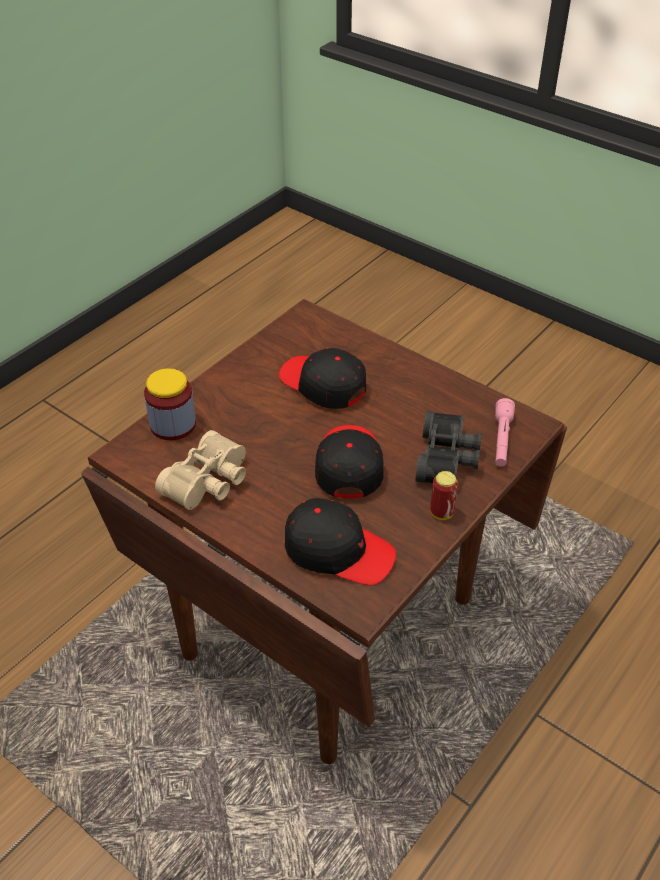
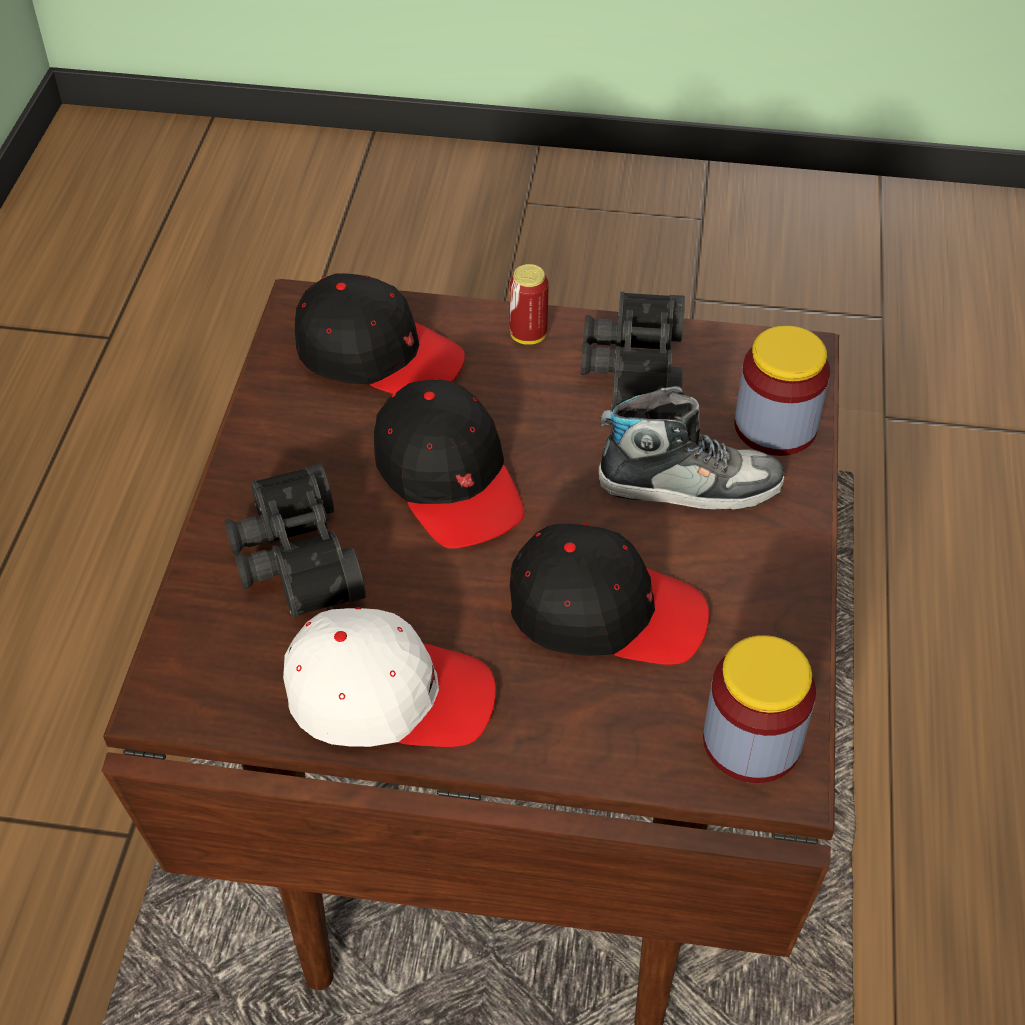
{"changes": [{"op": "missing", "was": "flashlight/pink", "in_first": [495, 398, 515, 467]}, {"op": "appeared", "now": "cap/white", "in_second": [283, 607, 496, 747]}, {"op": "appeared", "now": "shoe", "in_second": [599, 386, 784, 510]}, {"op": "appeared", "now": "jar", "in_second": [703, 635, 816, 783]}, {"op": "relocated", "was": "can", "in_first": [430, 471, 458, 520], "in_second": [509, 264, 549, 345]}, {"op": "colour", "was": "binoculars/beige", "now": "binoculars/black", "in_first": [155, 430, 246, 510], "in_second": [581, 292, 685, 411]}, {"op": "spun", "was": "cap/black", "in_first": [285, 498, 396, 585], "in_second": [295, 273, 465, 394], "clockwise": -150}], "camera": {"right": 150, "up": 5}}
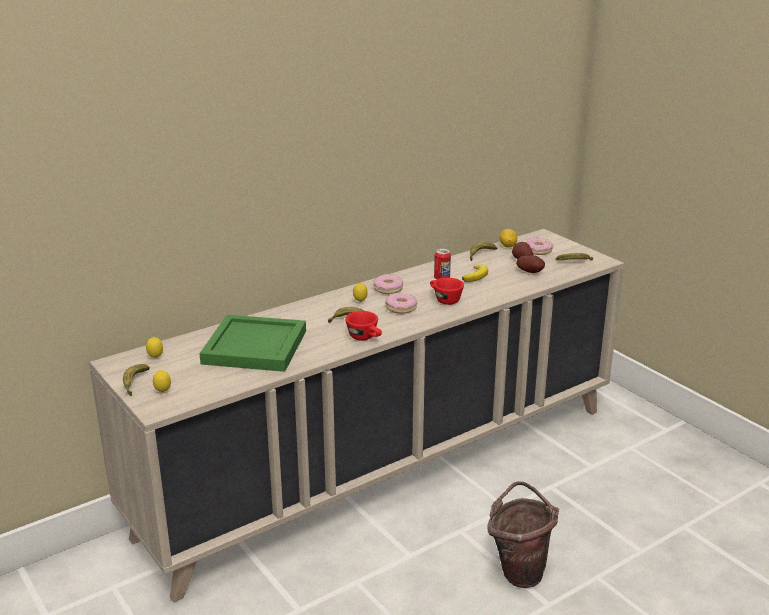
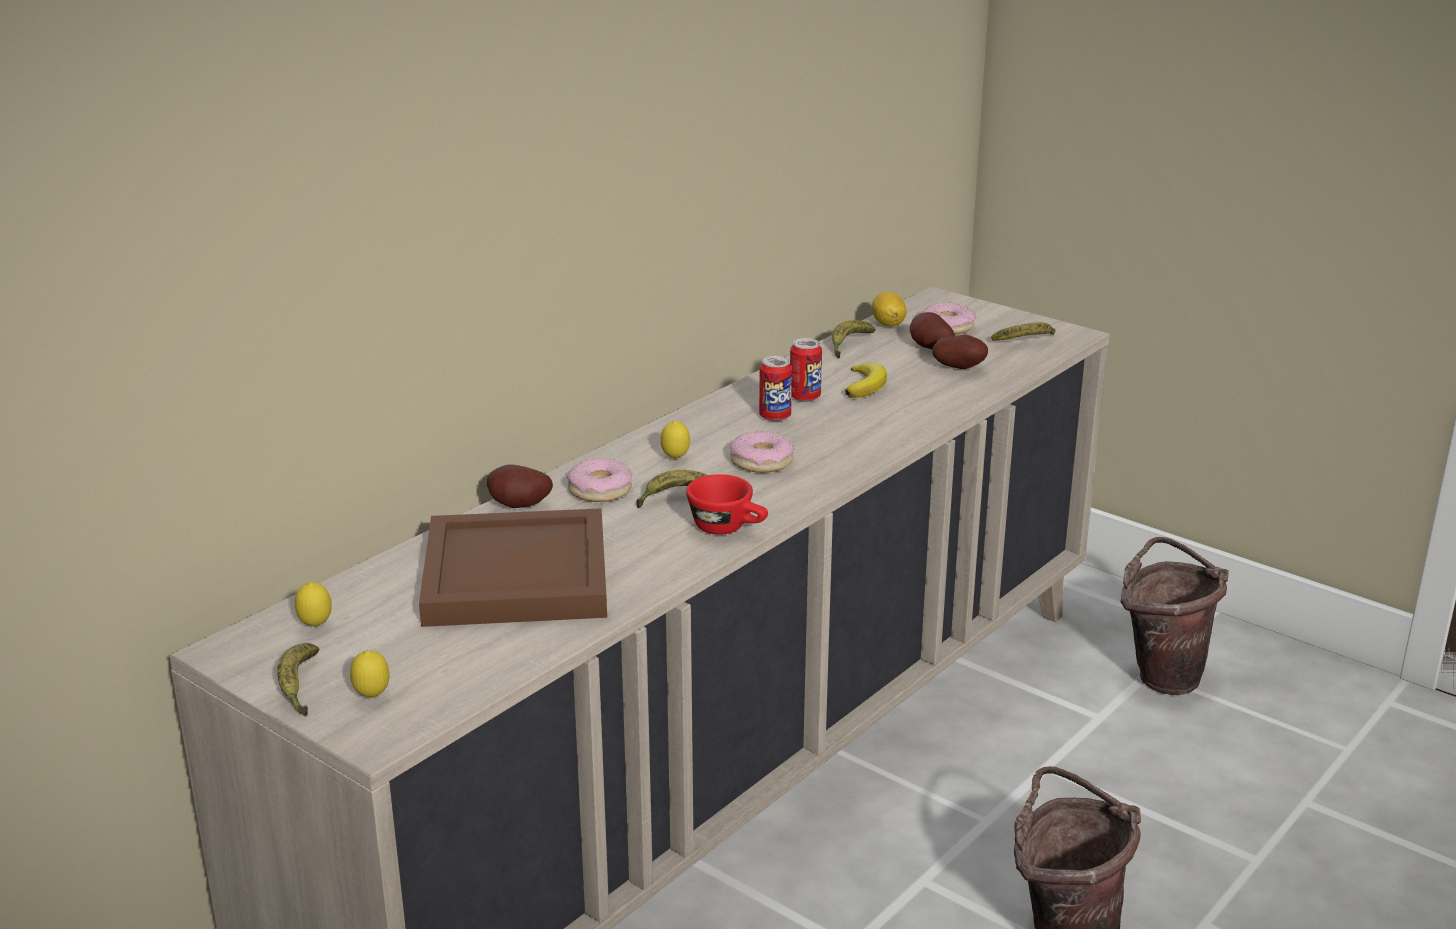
{"changes": [{"op": "missing", "was": "cup/red", "in_first": [430, 278, 464, 305]}, {"op": "appeared", "now": "potato", "in_second": [487, 464, 553, 508]}, {"op": "appeared", "now": "can", "in_second": [759, 356, 792, 421]}, {"op": "appeared", "now": "bucket/brown", "in_second": [1121, 537, 1229, 695]}, {"op": "relocated", "was": "donut", "in_first": [373, 274, 403, 294], "in_second": [567, 458, 632, 502]}, {"op": "colour", "was": "tray/green", "now": "tray/brown", "in_first": [199, 315, 306, 372], "in_second": [419, 508, 607, 627]}], "camera": {"right": -15, "up": 0}}
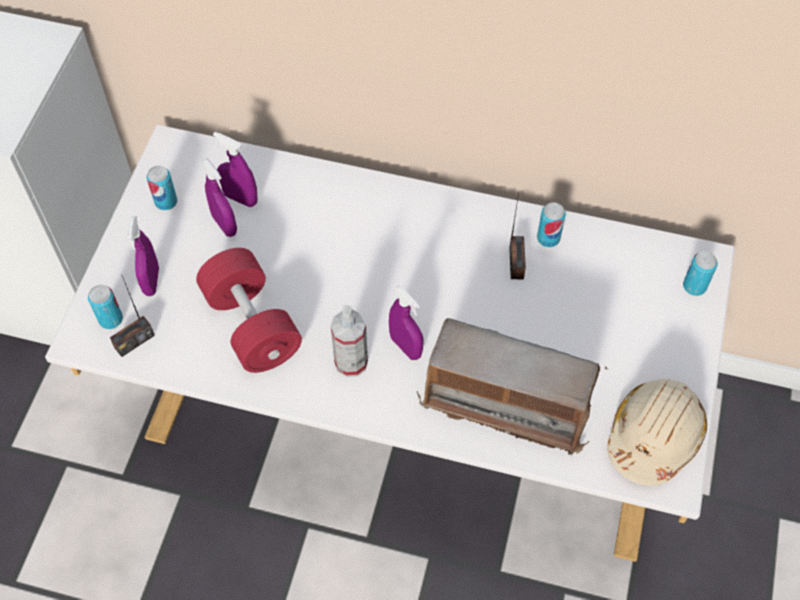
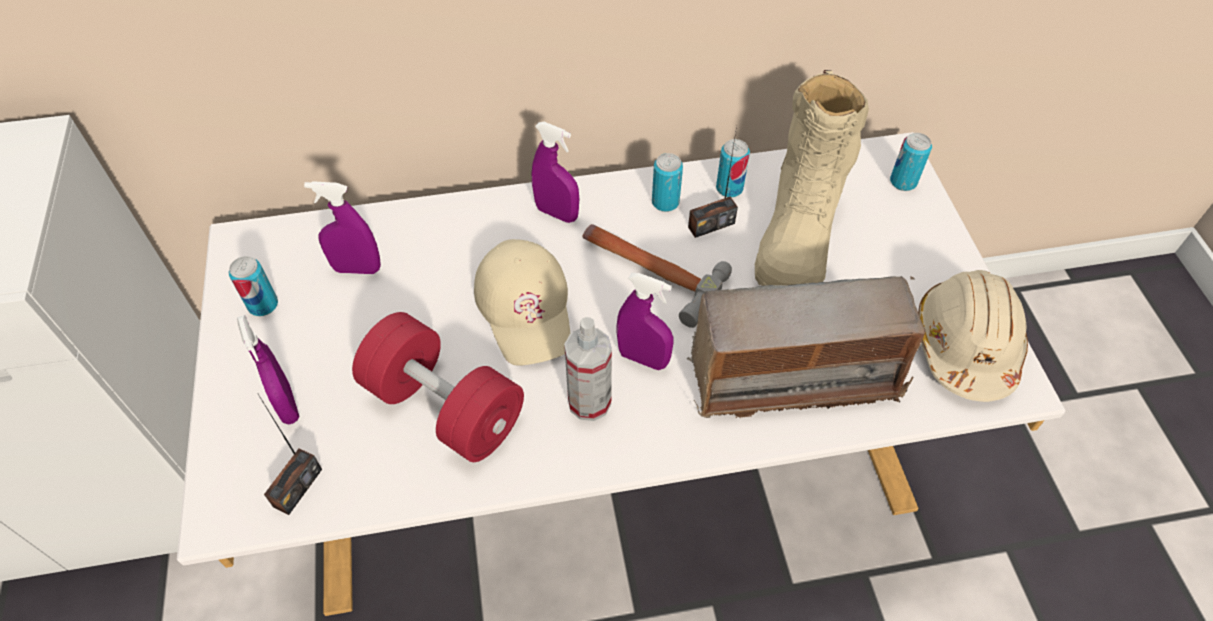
{"changes": [{"op": "appeared", "now": "cap/beige", "in_second": [474, 239, 570, 366]}, {"op": "appeared", "now": "hammer", "in_second": [582, 224, 732, 328]}, {"op": "appeared", "now": "boot/beige", "in_second": [755, 70, 869, 286]}, {"op": "relocated", "was": "can", "in_first": [88, 285, 123, 329], "in_second": [652, 153, 683, 212]}, {"op": "relocated", "was": "spray bottle/purple", "in_first": [203, 159, 237, 237], "in_second": [532, 122, 579, 223]}, {"op": "spun", "was": "radio", "in_first": [509, 193, 526, 279], "in_second": [688, 126, 738, 238], "clockwise": 90}], "camera": {"right": -25, "up": -5}}
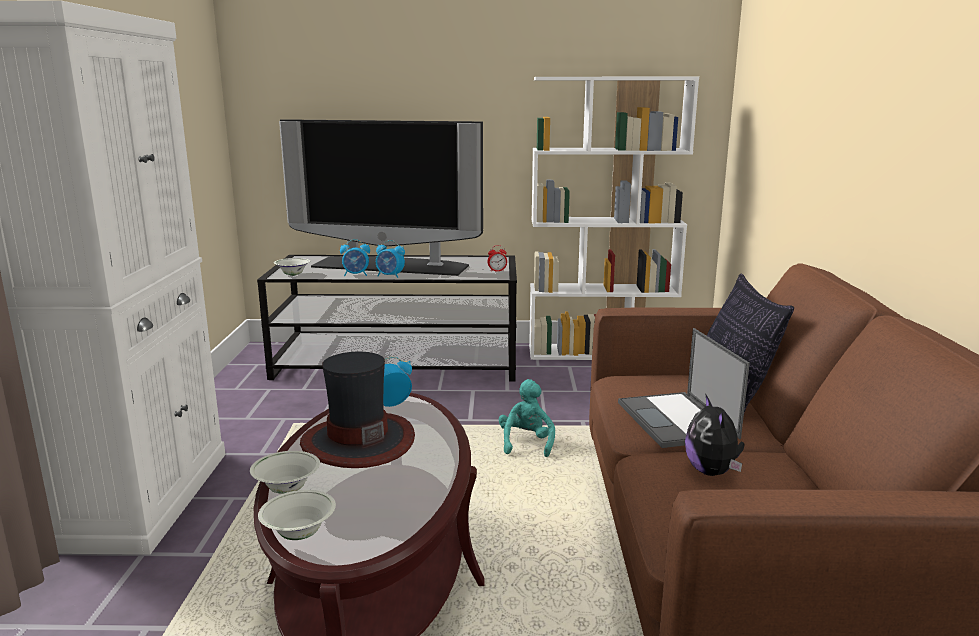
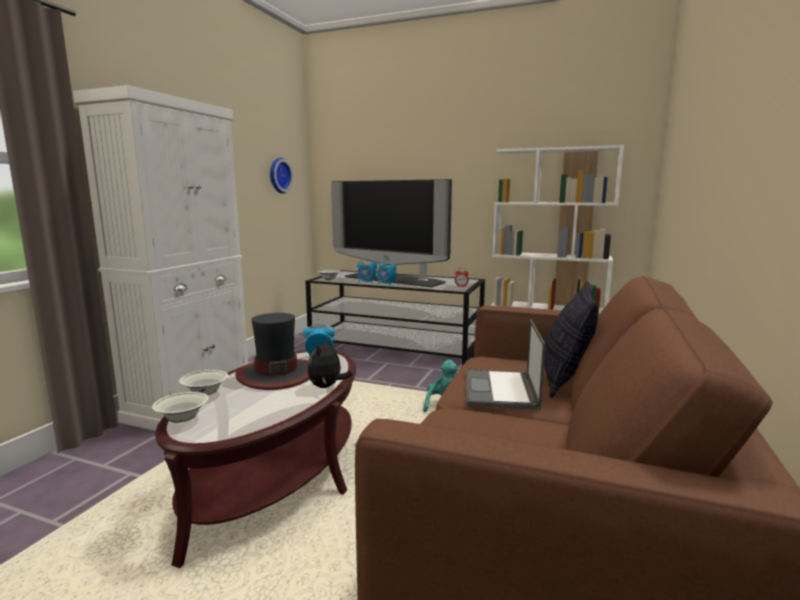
{"changes": [{"op": "appeared", "now": "wall clock", "in_second": [270, 158, 293, 194]}, {"op": "relocated", "was": "plush toy", "in_first": [685, 395, 745, 476], "in_second": [308, 337, 352, 388]}], "camera": {"right": 20, "up": -5}}
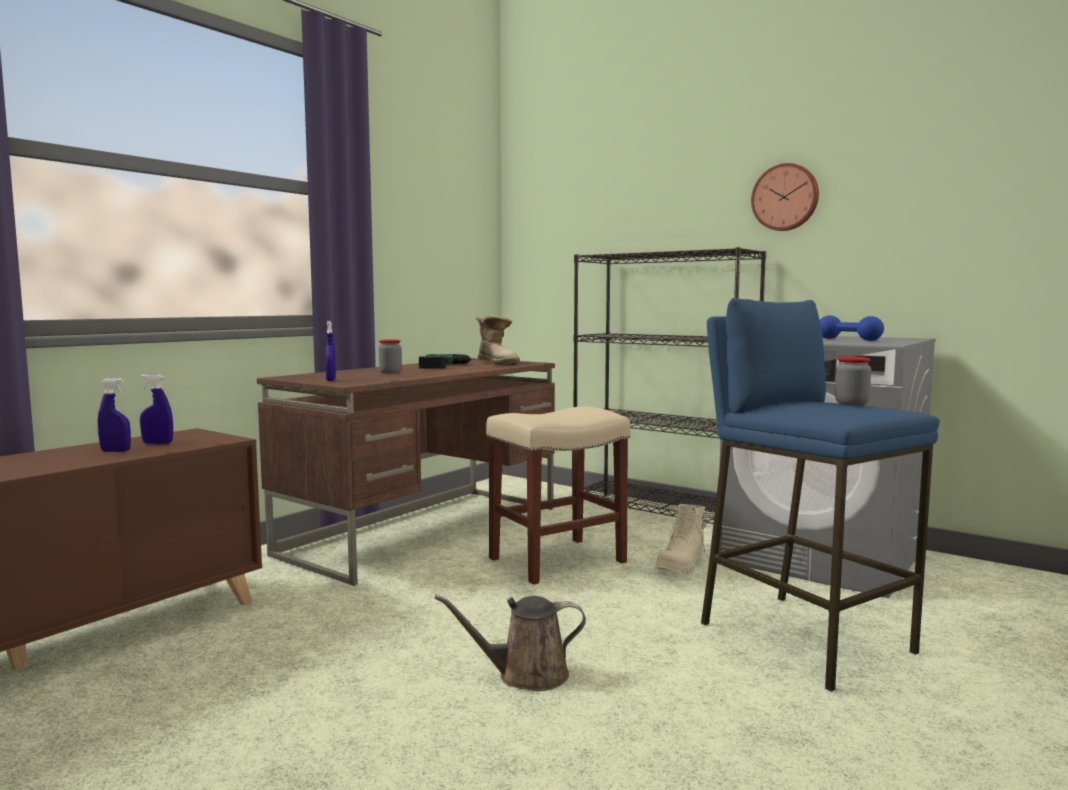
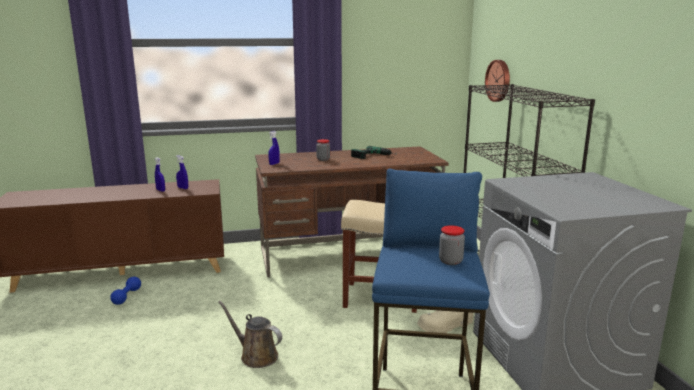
{"changes": [{"op": "missing", "was": "boot", "in_first": [476, 315, 520, 366]}, {"op": "relocated", "was": "wall clock", "in_first": [751, 163, 819, 231], "in_second": [485, 60, 510, 102]}, {"op": "relocated", "was": "dumbbell/blue", "in_first": [820, 315, 884, 341], "in_second": [110, 277, 141, 305]}], "camera": {"right": 40, "up": 10}}
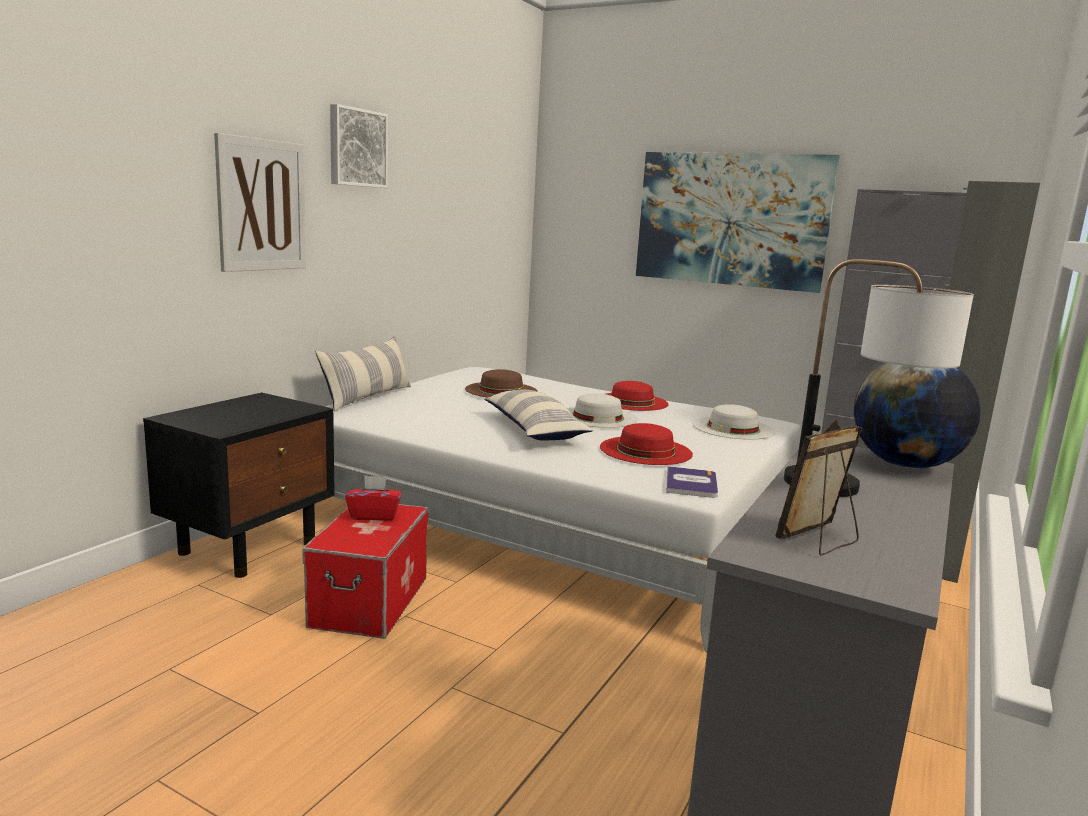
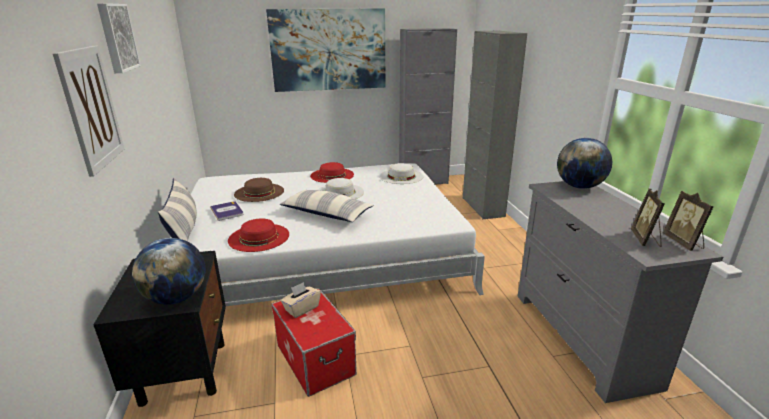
{"changes": [{"op": "missing", "was": "table lamp", "in_first": [784, 259, 974, 497]}, {"op": "appeared", "now": "globe", "in_second": [132, 238, 206, 305]}, {"op": "appeared", "now": "picture frame", "in_second": [663, 191, 714, 251]}, {"op": "relocated", "was": "hat/red", "in_first": [600, 423, 693, 465], "in_second": [228, 219, 289, 252]}, {"op": "relocated", "was": "book", "in_first": [666, 466, 718, 498], "in_second": [210, 201, 244, 221]}, {"op": "colour", "was": "tissue box/red", "now": "tissue box/beige", "in_first": [345, 475, 402, 521], "in_second": [281, 282, 321, 318]}], "camera": {"right": -40, "up": 10}}
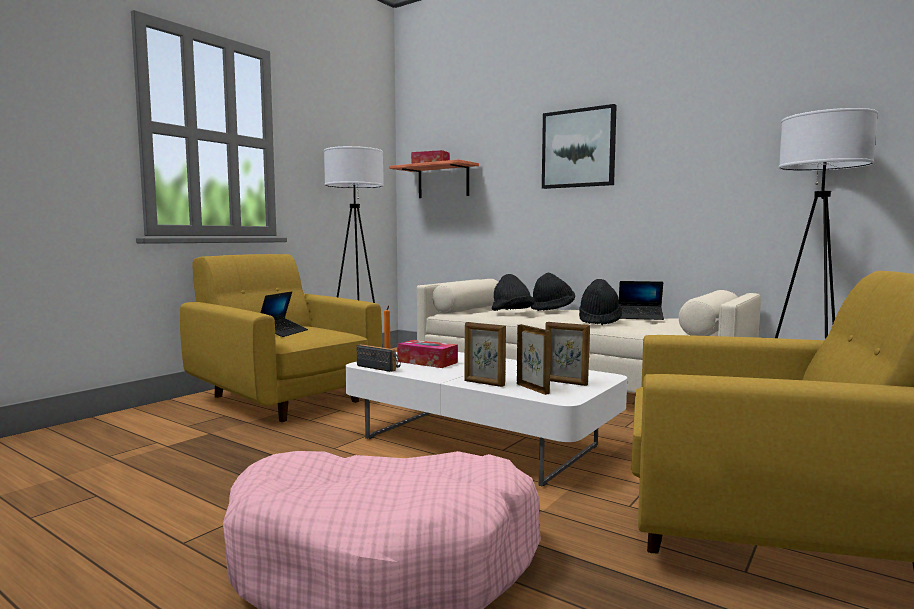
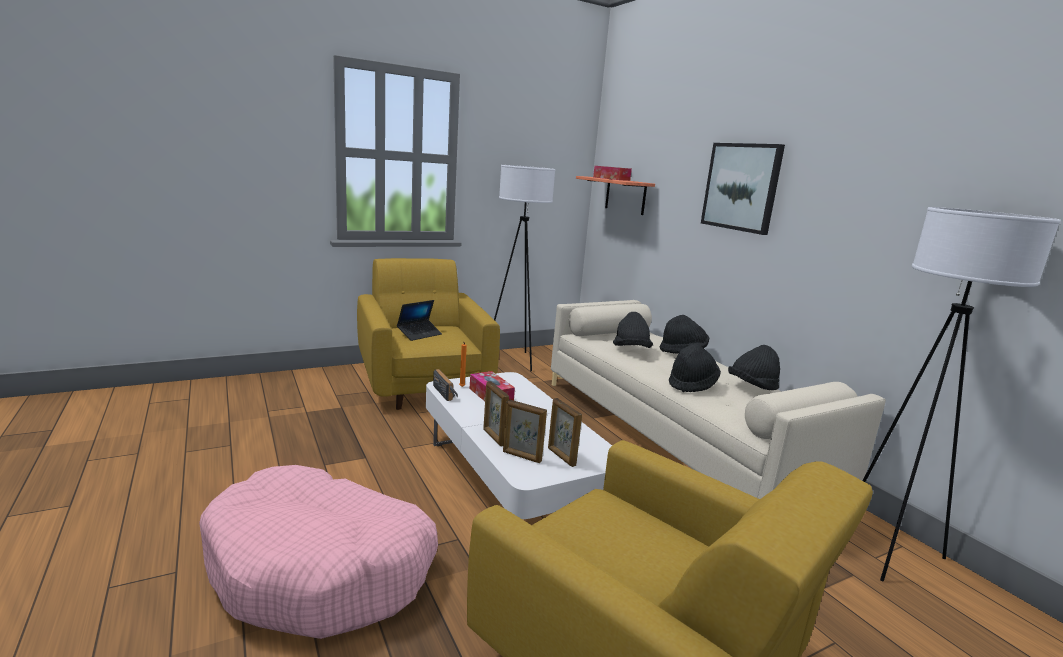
{"changes": [{"op": "exchanged", "was": "laptop", "now": "hat/black", "in_first": [619, 281, 664, 320], "in_second": [728, 345, 780, 390]}, {"op": "spun", "was": "picture frame", "in_first": [517, 324, 551, 395], "in_second": [503, 399, 547, 463], "clockwise": 120}], "camera": {"right": 25, "up": 10}}
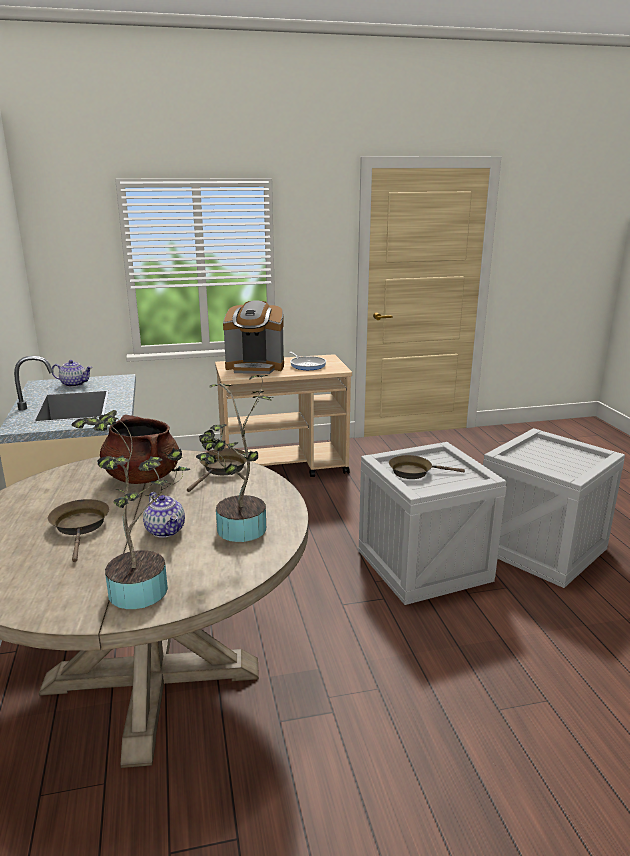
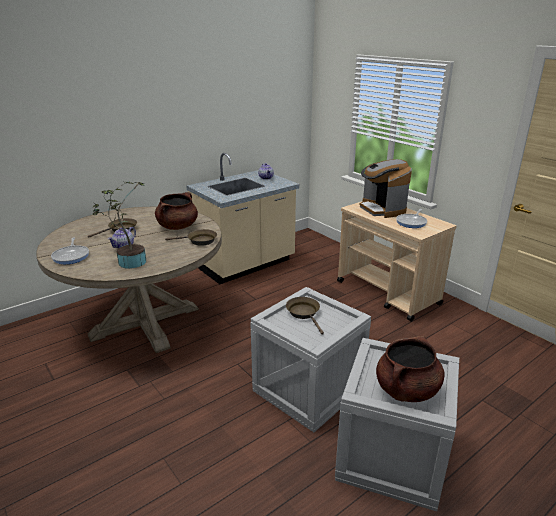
{"changes": [{"op": "appeared", "now": "cooking pot/brown", "in_second": [376, 336, 444, 402]}, {"op": "exchanged", "was": "potted plant", "now": "frying pan", "in_first": [72, 410, 190, 609], "in_second": [51, 237, 89, 264]}], "camera": {"right": 65, "up": 5}}
